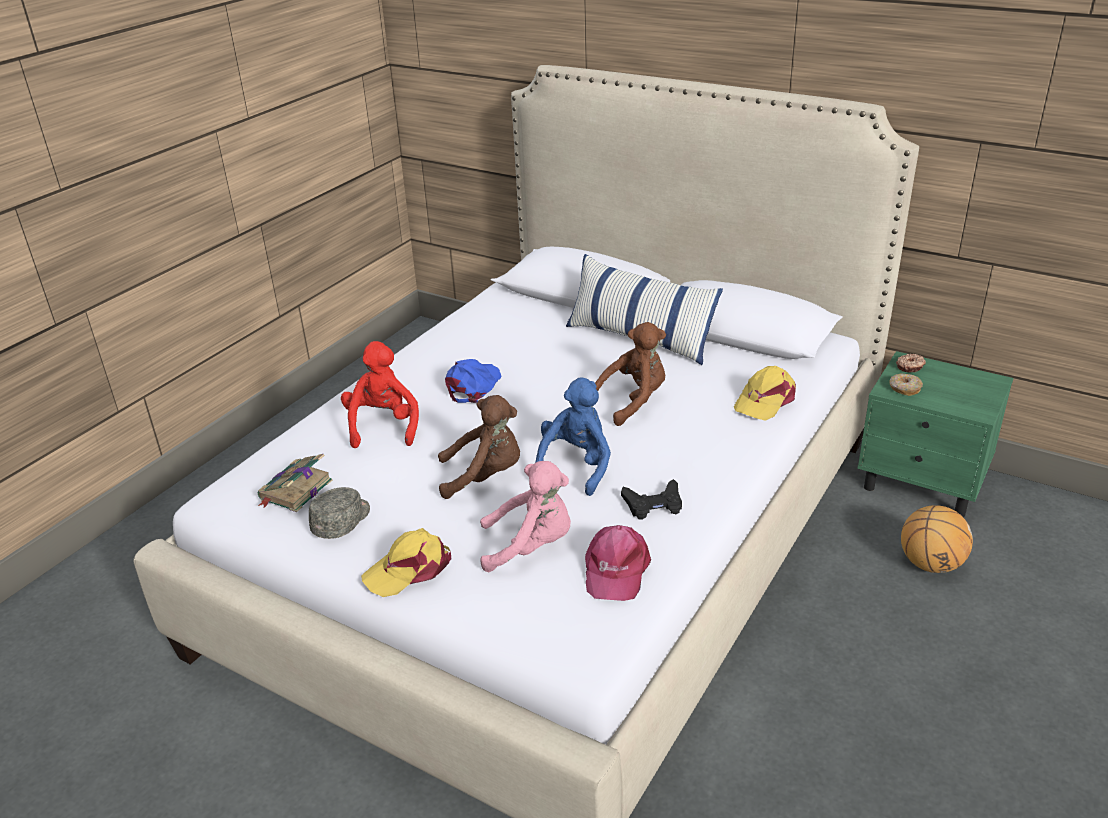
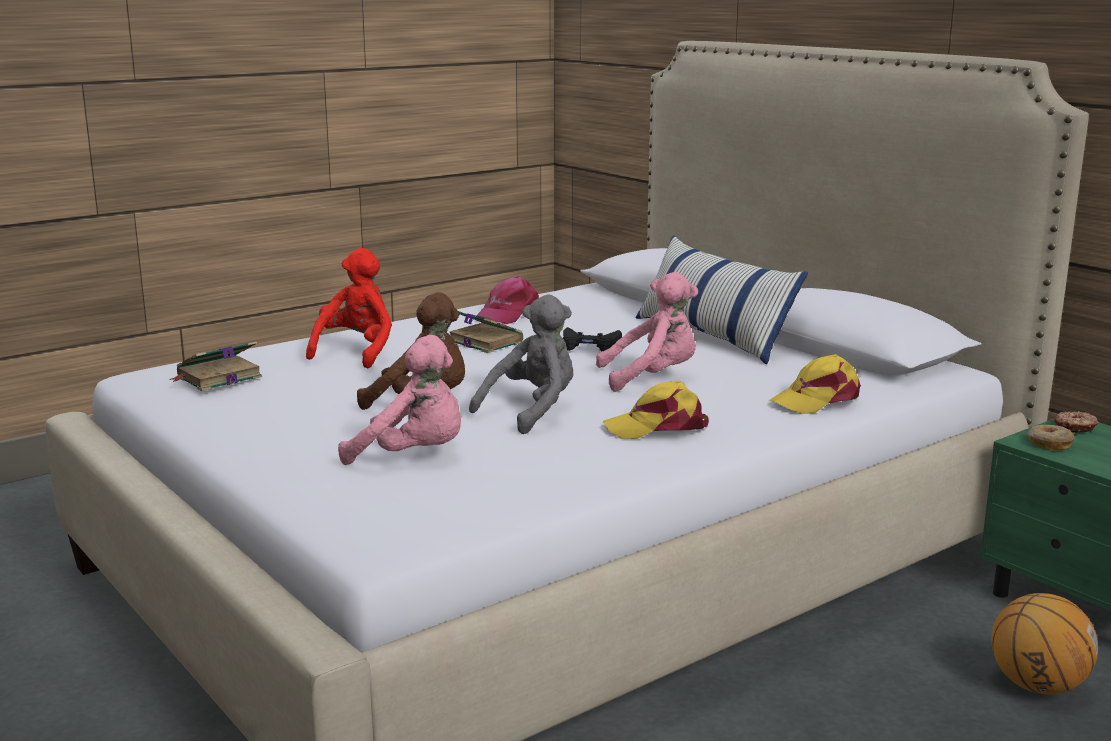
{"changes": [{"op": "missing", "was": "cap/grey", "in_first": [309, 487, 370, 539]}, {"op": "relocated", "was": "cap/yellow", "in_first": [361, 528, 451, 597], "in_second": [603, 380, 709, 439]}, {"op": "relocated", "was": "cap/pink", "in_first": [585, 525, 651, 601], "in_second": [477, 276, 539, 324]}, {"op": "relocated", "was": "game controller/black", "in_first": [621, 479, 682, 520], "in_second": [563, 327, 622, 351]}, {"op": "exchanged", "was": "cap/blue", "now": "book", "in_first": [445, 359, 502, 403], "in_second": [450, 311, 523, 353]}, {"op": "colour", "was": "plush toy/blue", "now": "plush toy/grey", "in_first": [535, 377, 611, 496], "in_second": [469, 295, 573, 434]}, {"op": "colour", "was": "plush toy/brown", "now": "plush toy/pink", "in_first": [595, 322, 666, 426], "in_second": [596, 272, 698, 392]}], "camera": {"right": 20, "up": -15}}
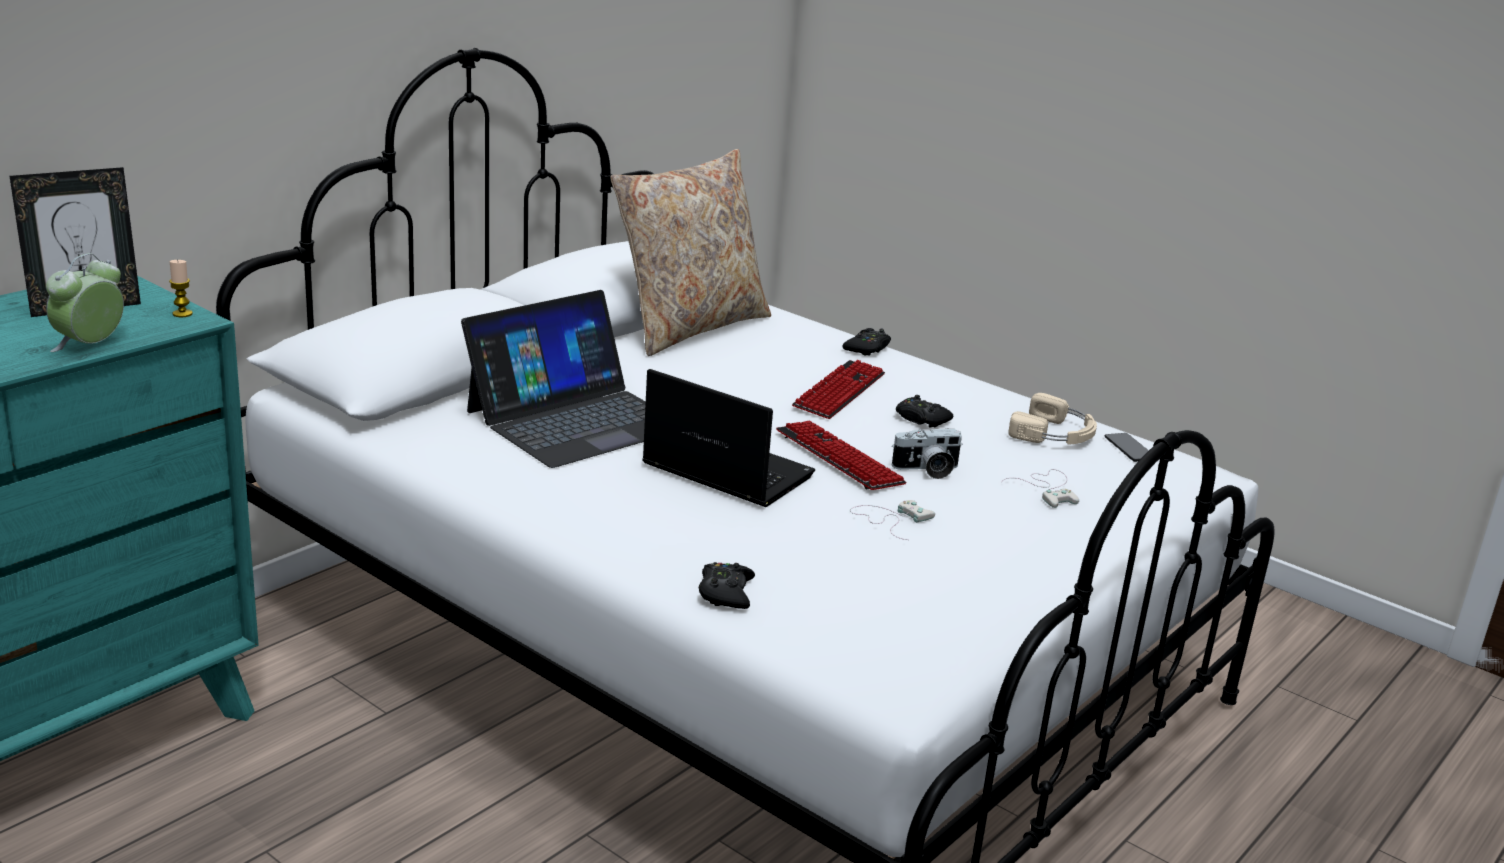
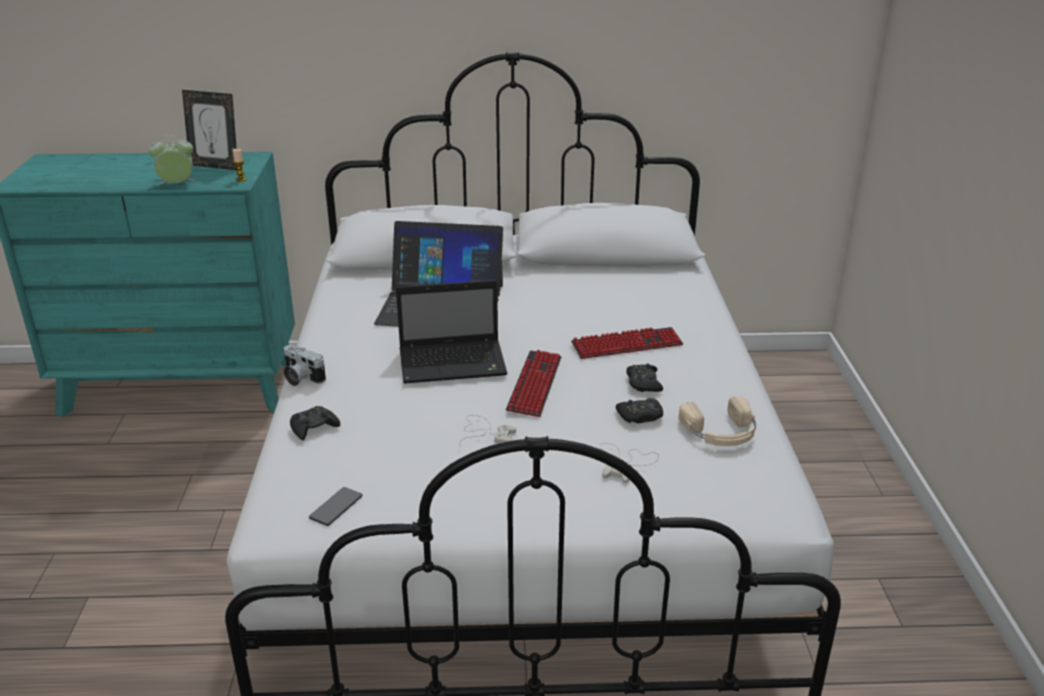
{"changes": [{"op": "missing", "was": "pillow/beige", "in_first": [610, 149, 771, 356]}, {"op": "relocated", "was": "game controller/black", "in_first": [843, 328, 891, 356], "in_second": [616, 398, 663, 423]}, {"op": "relocated", "was": "photo camera", "in_first": [891, 428, 962, 479], "in_second": [284, 345, 326, 386]}, {"op": "relocated", "was": "phone", "in_first": [1105, 433, 1149, 462], "in_second": [309, 487, 363, 526]}, {"op": "spun", "was": "laptop", "in_first": [642, 369, 815, 507], "in_second": [396, 280, 508, 384], "clockwise": 90}], "camera": {"right": 50, "up": 5}}
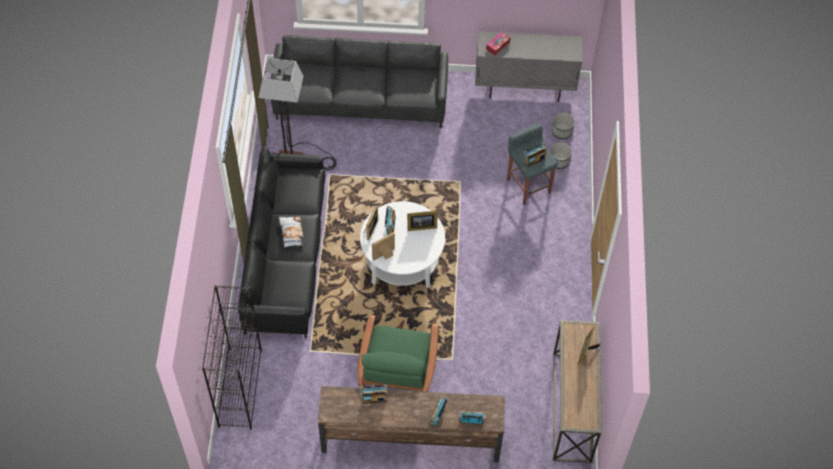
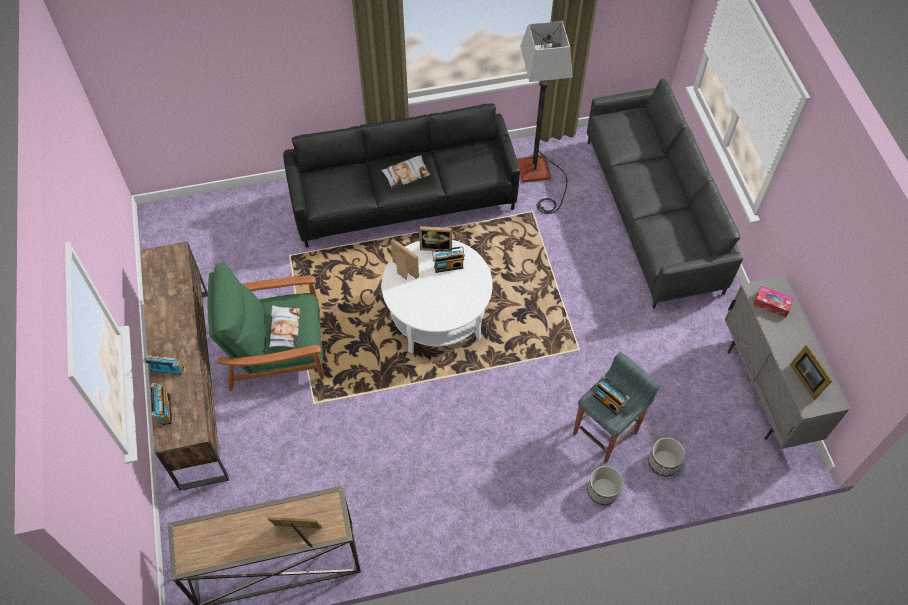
{"changes": [{"op": "missing", "was": "bookcase/black", "in_first": [202, 285, 262, 430]}, {"op": "missing", "was": "radio", "in_first": [360, 385, 388, 404]}, {"op": "appeared", "now": "pillow", "in_second": [269, 305, 300, 348]}, {"op": "relocated", "was": "picture frame", "in_first": [407, 211, 437, 231], "in_second": [790, 345, 832, 400]}, {"op": "relocated", "was": "planter", "in_first": [552, 113, 575, 139], "in_second": [587, 466, 623, 505]}], "camera": {"right": 75, "up": 0}}
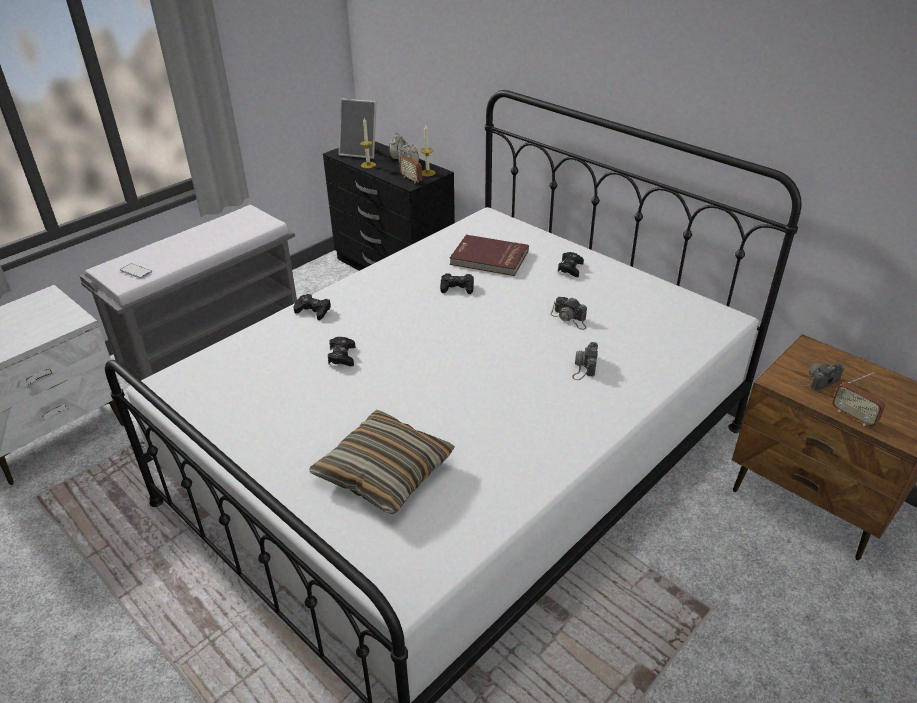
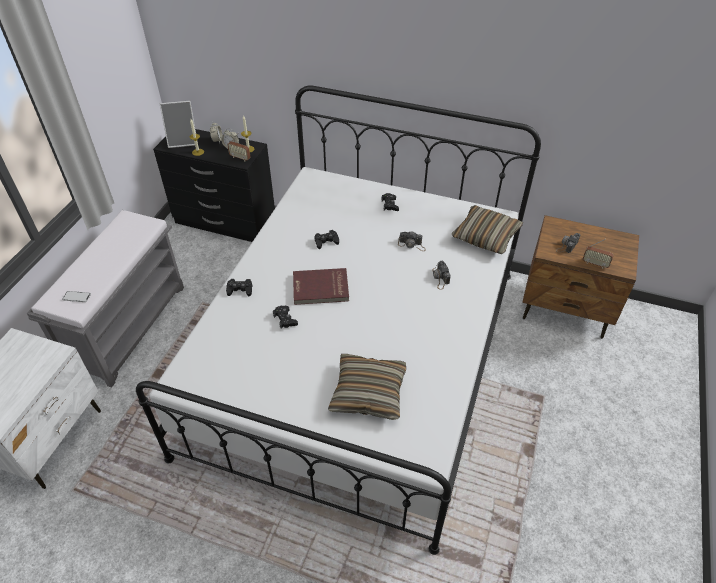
{"changes": [{"op": "appeared", "now": "pillow", "in_second": [452, 205, 523, 254]}, {"op": "relocated", "was": "book/red", "in_first": [450, 235, 529, 276], "in_second": [293, 268, 349, 305]}], "camera": {"right": -25, "up": 10}}
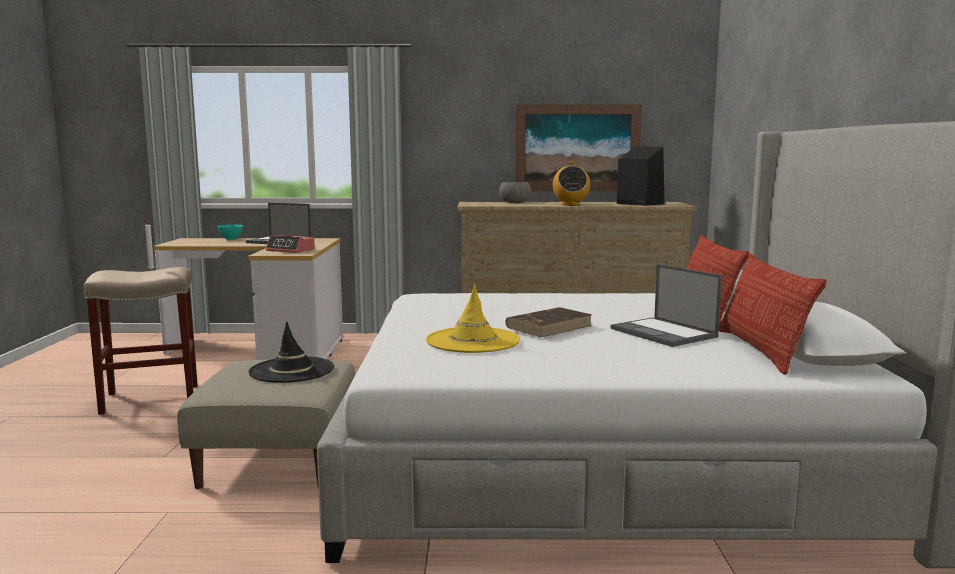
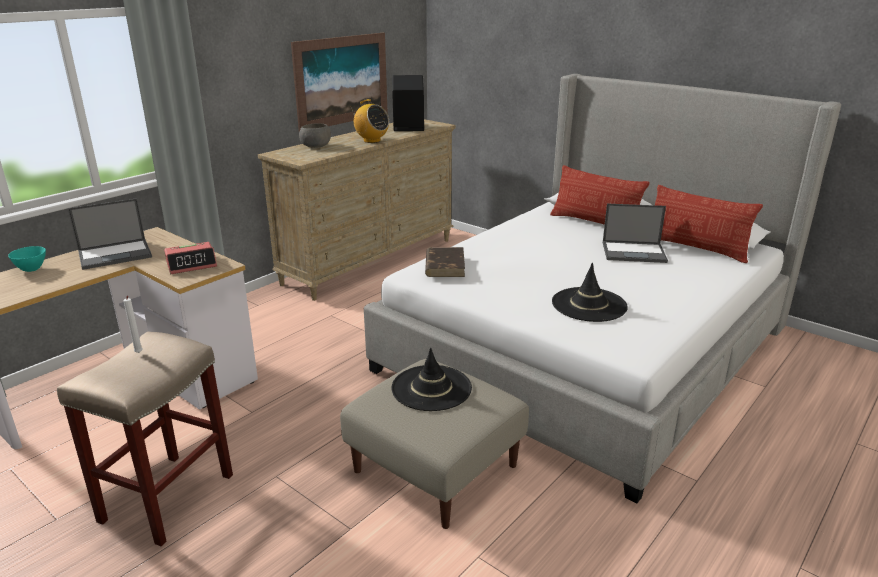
{"changes": [{"op": "relocated", "was": "book/brown", "in_first": [506, 307, 592, 337], "in_second": [425, 247, 465, 277]}, {"op": "colour", "was": "hat/yellow", "now": "hat/black", "in_first": [426, 284, 520, 353], "in_second": [552, 263, 628, 322]}], "camera": {"right": -50, "up": 15}}
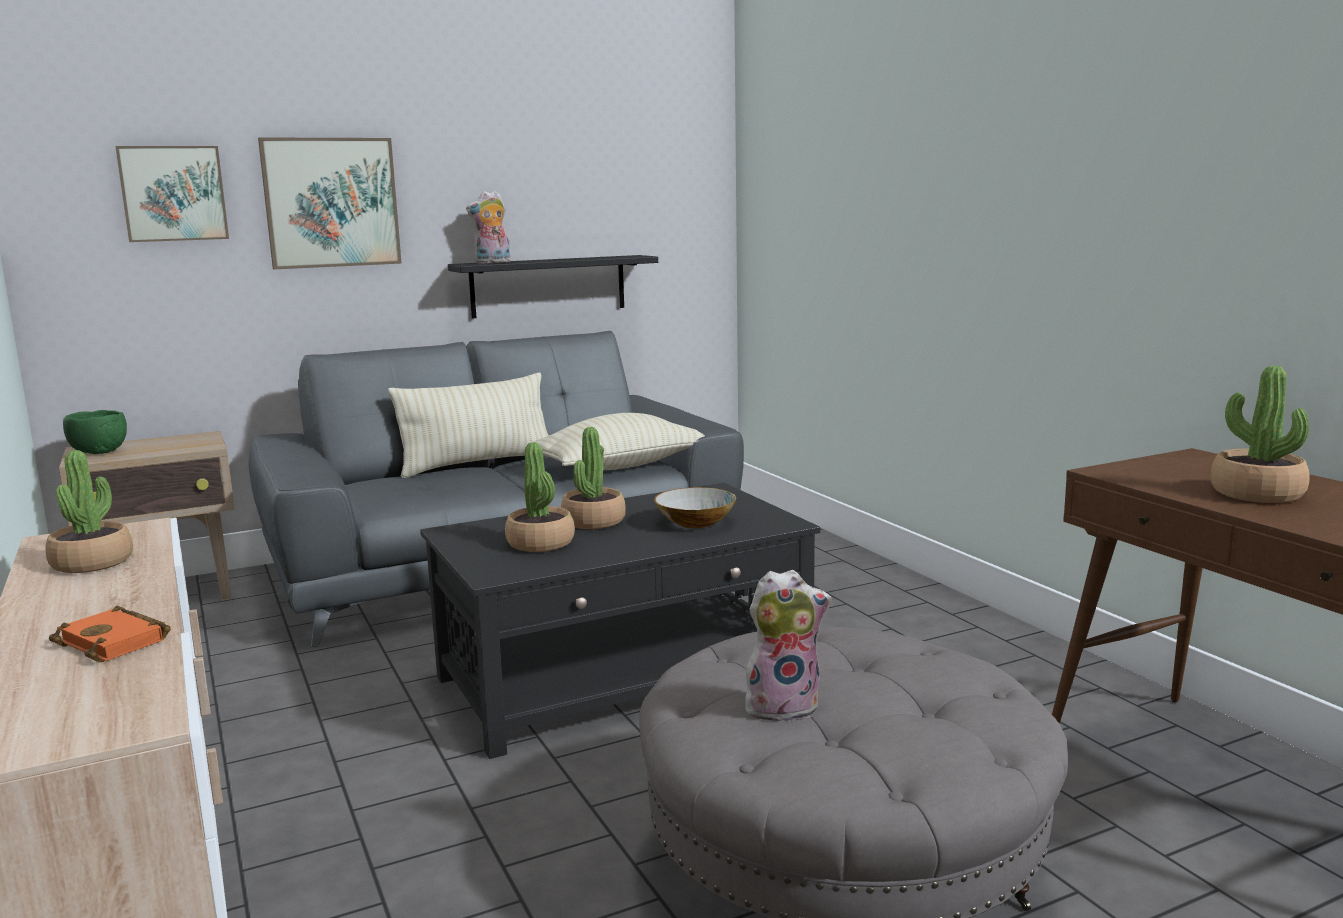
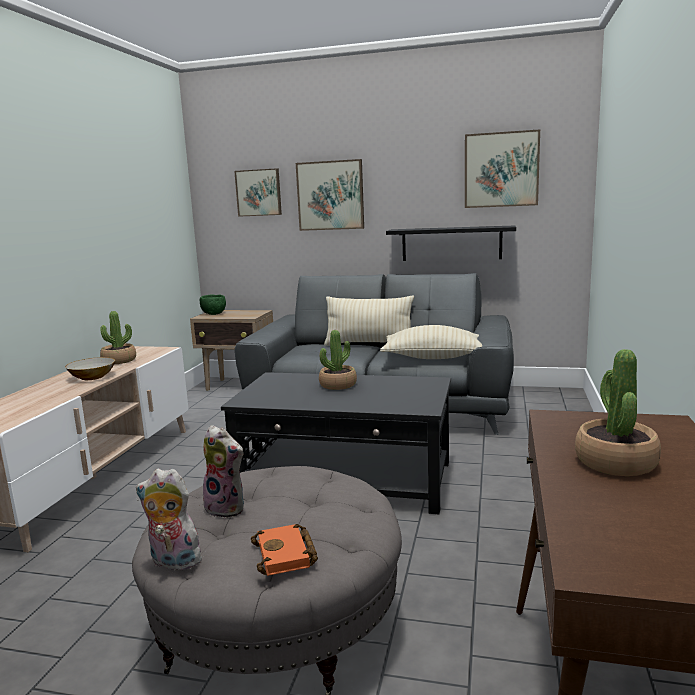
{"changes": [{"op": "missing", "was": "potted plant", "in_first": [505, 442, 575, 552]}, {"op": "appeared", "now": "picture", "in_second": [465, 129, 540, 208]}, {"op": "relocated", "was": "book/orange", "in_first": [49, 606, 171, 662], "in_second": [251, 524, 318, 576]}, {"op": "relocated", "was": "plush toy", "in_first": [466, 191, 511, 264], "in_second": [136, 468, 202, 570]}, {"op": "relocated", "was": "bowl", "in_first": [654, 487, 736, 528], "in_second": [65, 357, 115, 380]}], "camera": {"right": 40, "up": 0}}
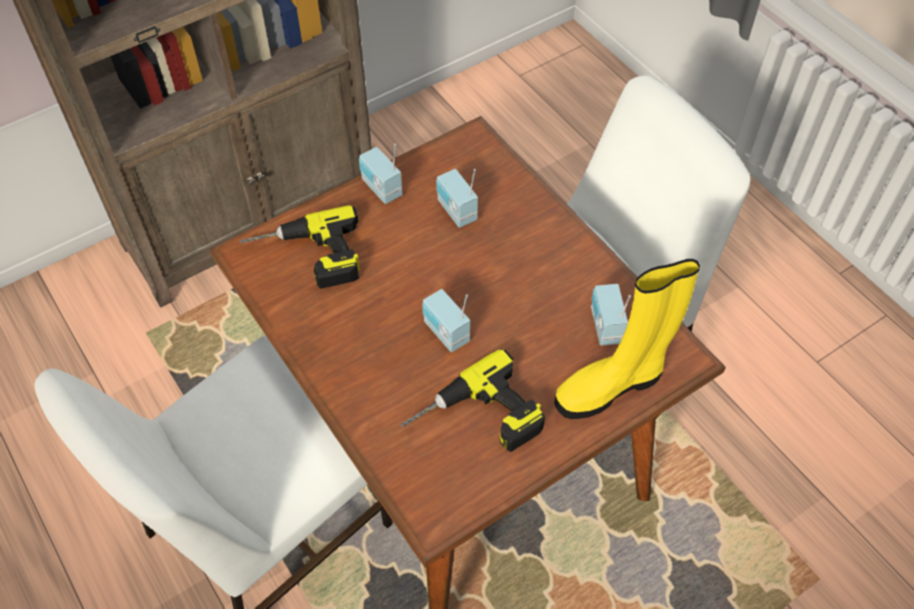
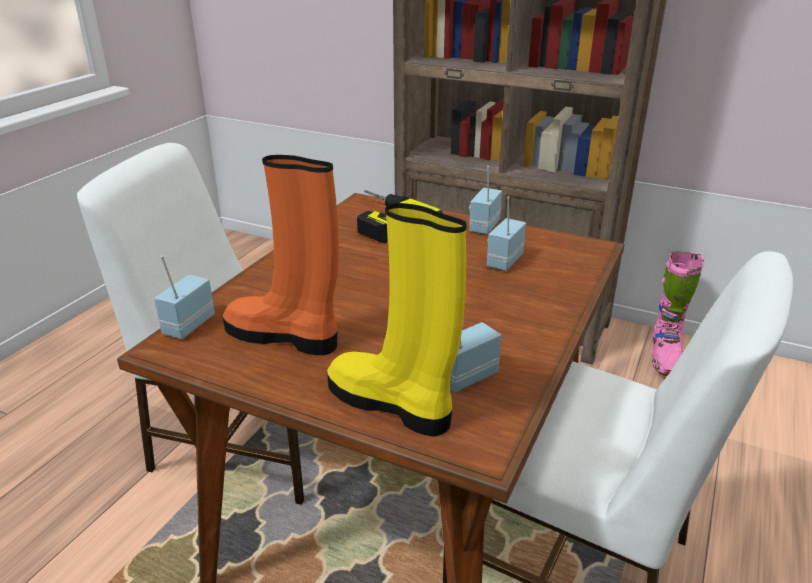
{"changes": [{"op": "appeared", "now": "boot/pink", "in_second": [652, 252, 704, 376]}, {"op": "relocated", "was": "radio", "in_first": [422, 289, 470, 352], "in_second": [154, 255, 215, 339]}, {"op": "exchanged", "was": "power drill", "now": "boot/orange", "in_first": [401, 349, 545, 452], "in_second": [223, 155, 339, 355]}], "camera": {"right": 60, "up": -25}}
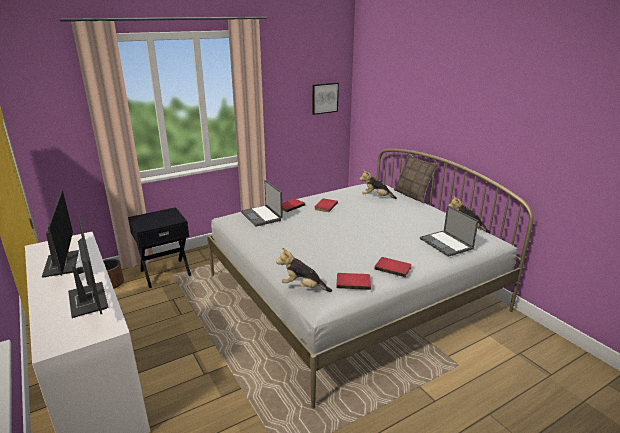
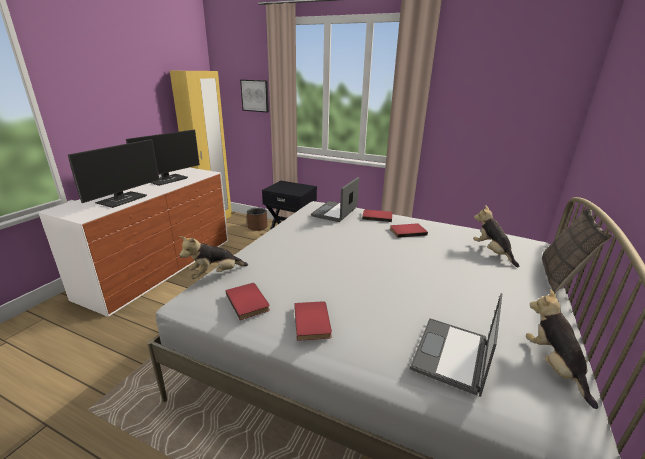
{"changes": [{"op": "relocated", "was": "picture", "in_first": [312, 83, 339, 115], "in_second": [240, 80, 269, 113]}, {"op": "spun", "was": "plush toy", "in_first": [276, 248, 332, 292], "in_second": [179, 236, 248, 279], "clockwise": -105}], "camera": {"right": 55, "up": 0}}
